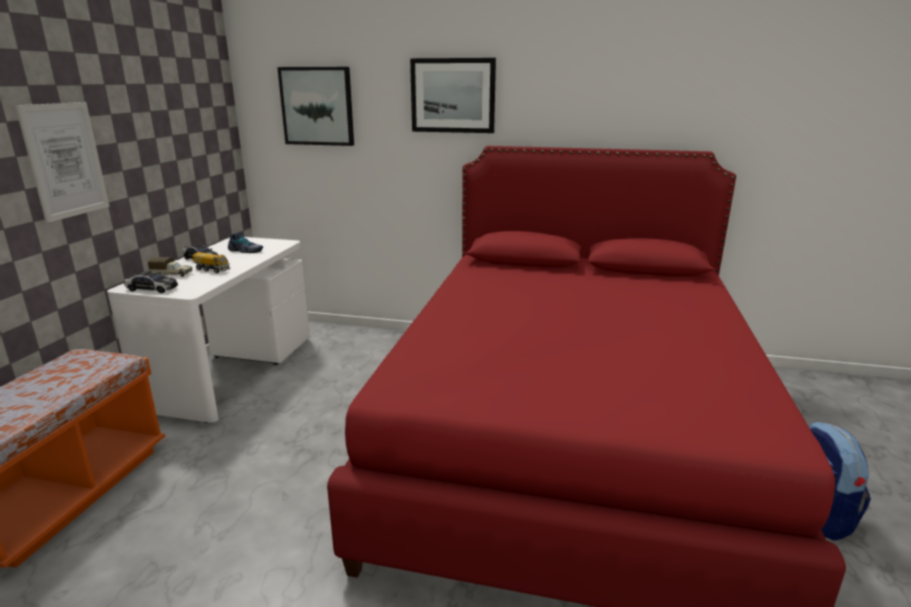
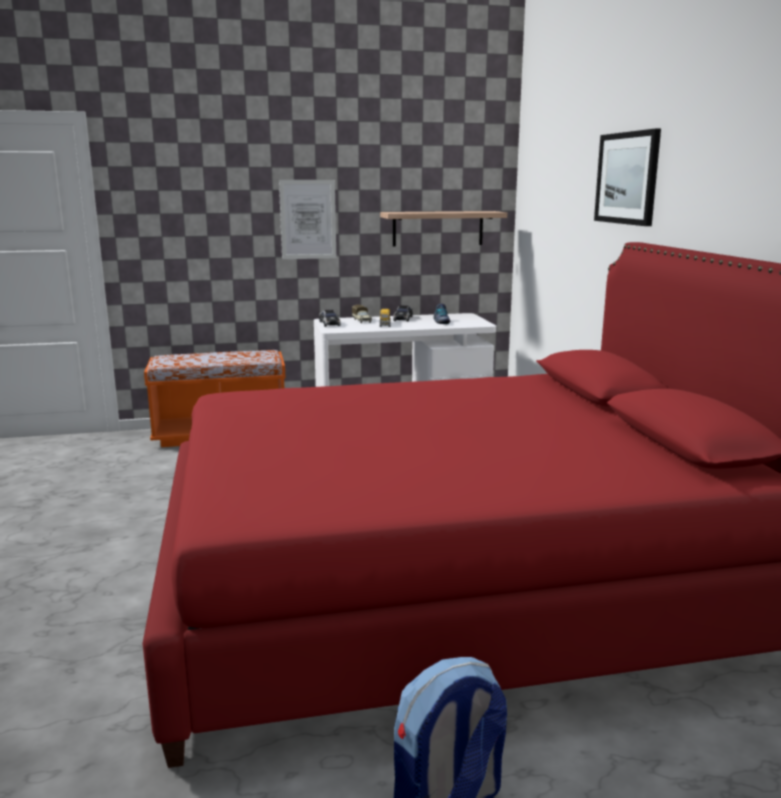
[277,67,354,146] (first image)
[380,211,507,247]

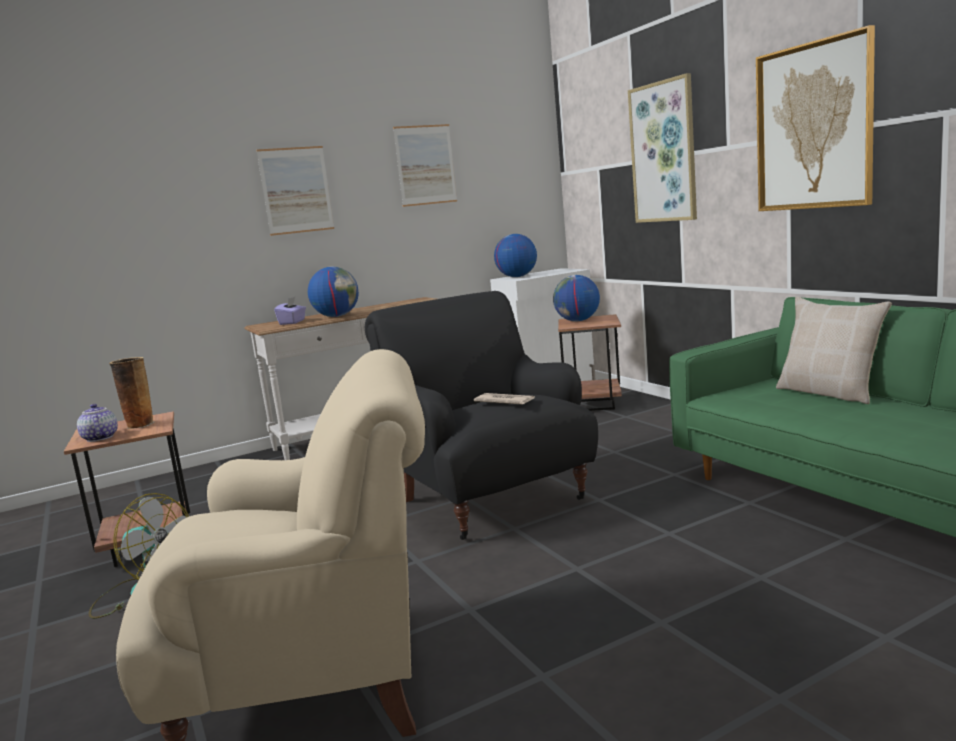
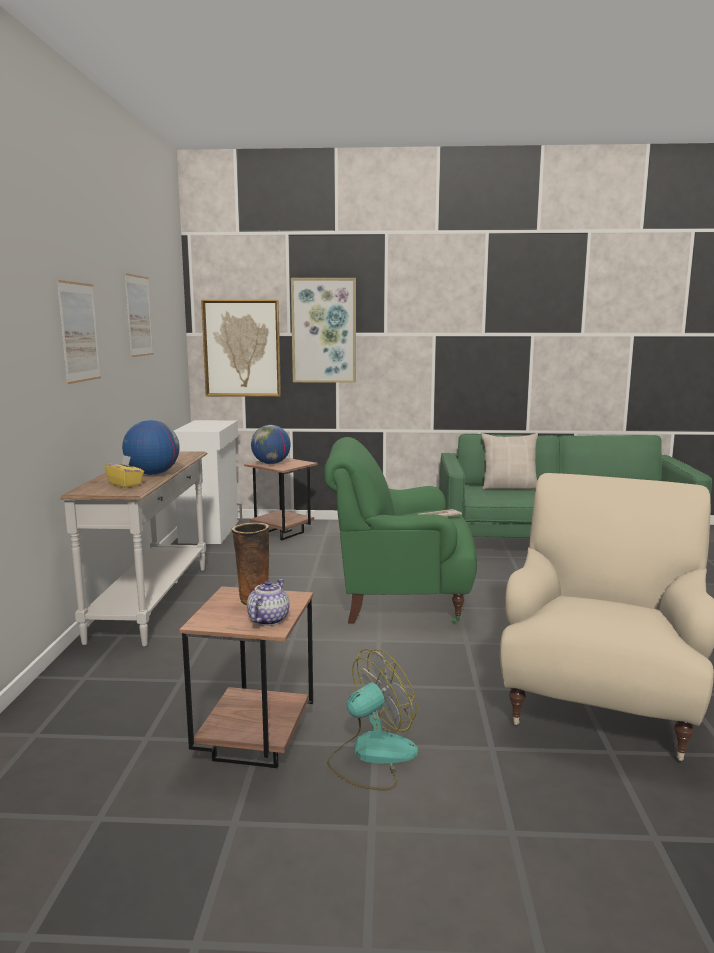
[201,300,281,397]
[494,234,537,277] (first image)
[324,437,477,624]
[104,455,144,488]
[247,579,289,626]

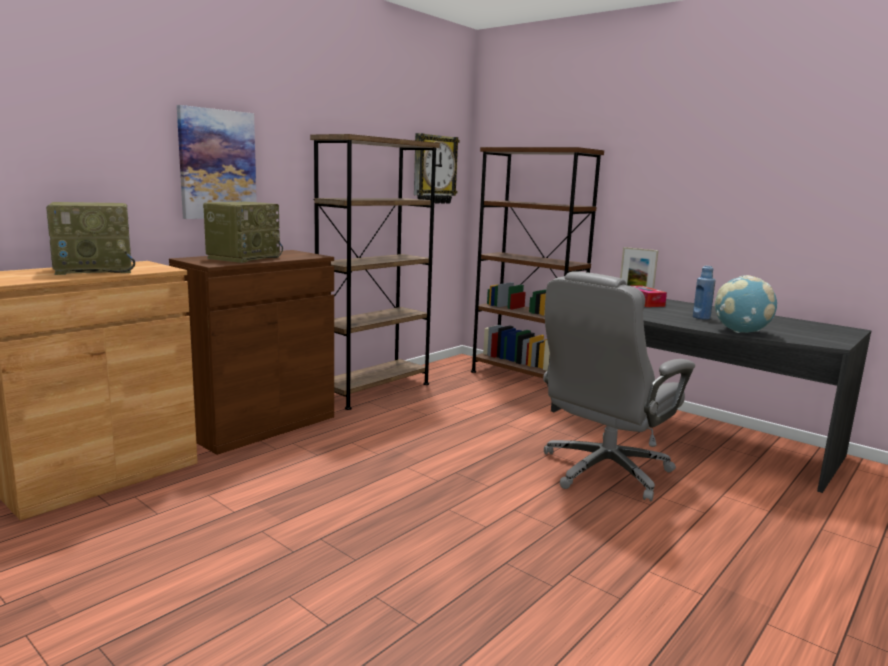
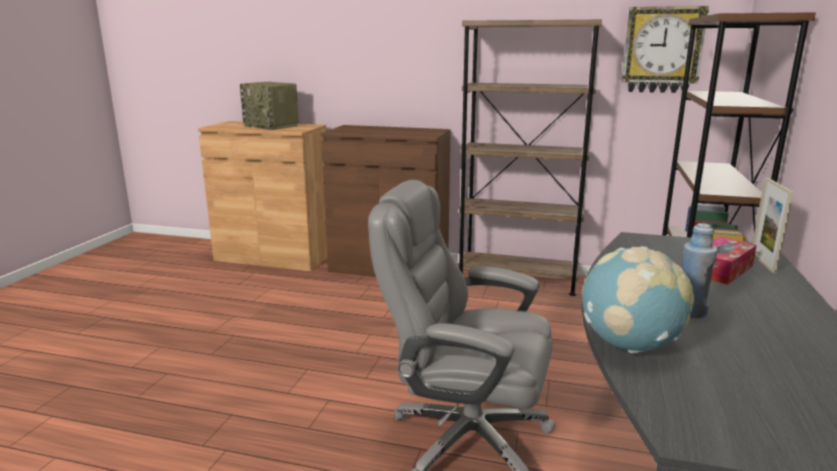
[177,105,257,219] (first image)
[203,202,283,263] (first image)

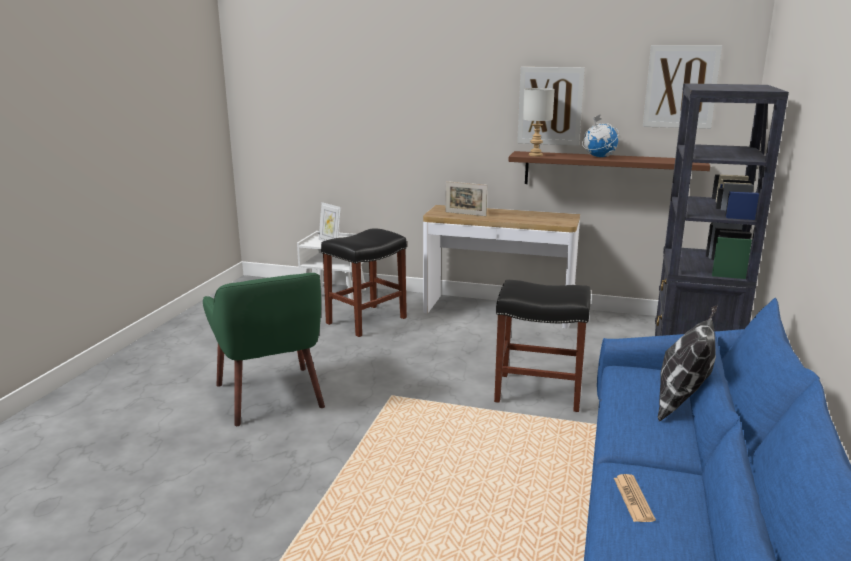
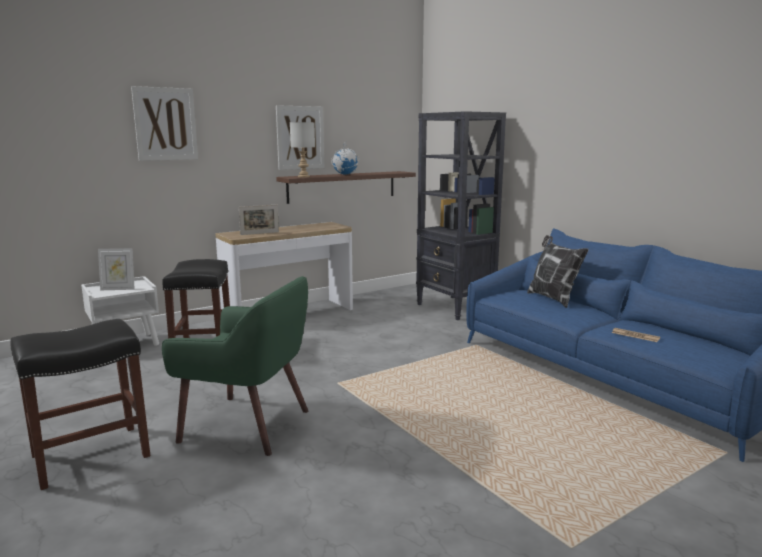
[131,86,198,161]
[10,319,150,490]

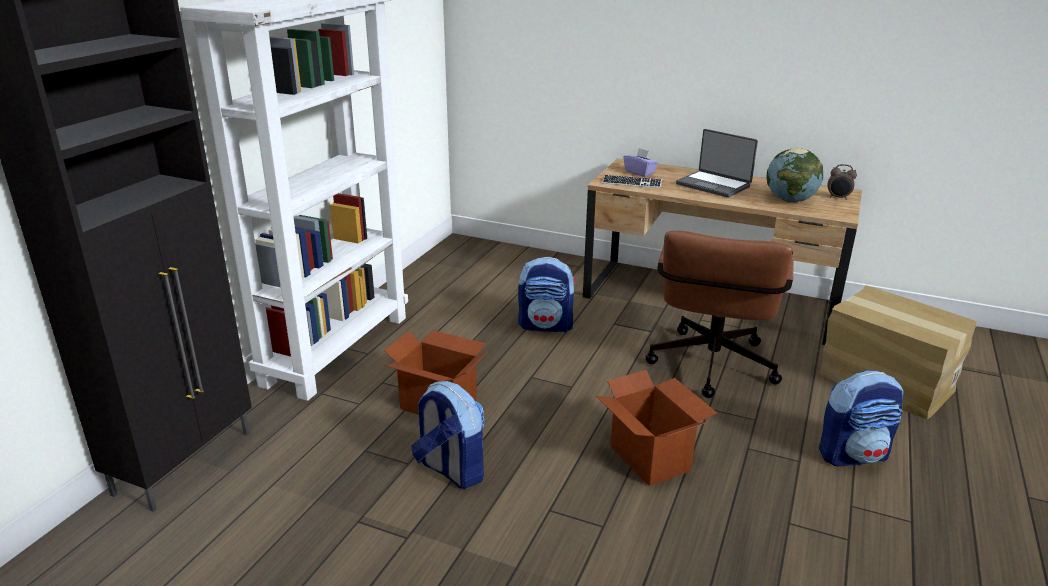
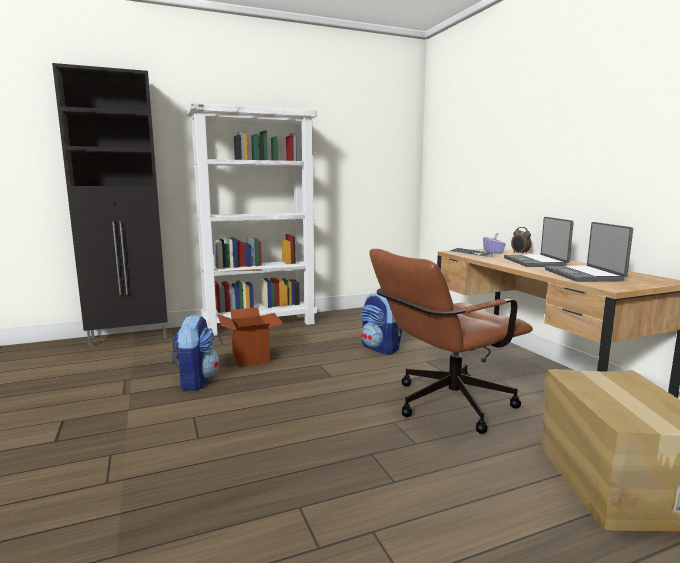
[545,222,633,282]
[511,227,531,255]
[596,370,718,486] (first image)
[819,370,903,466] (first image)

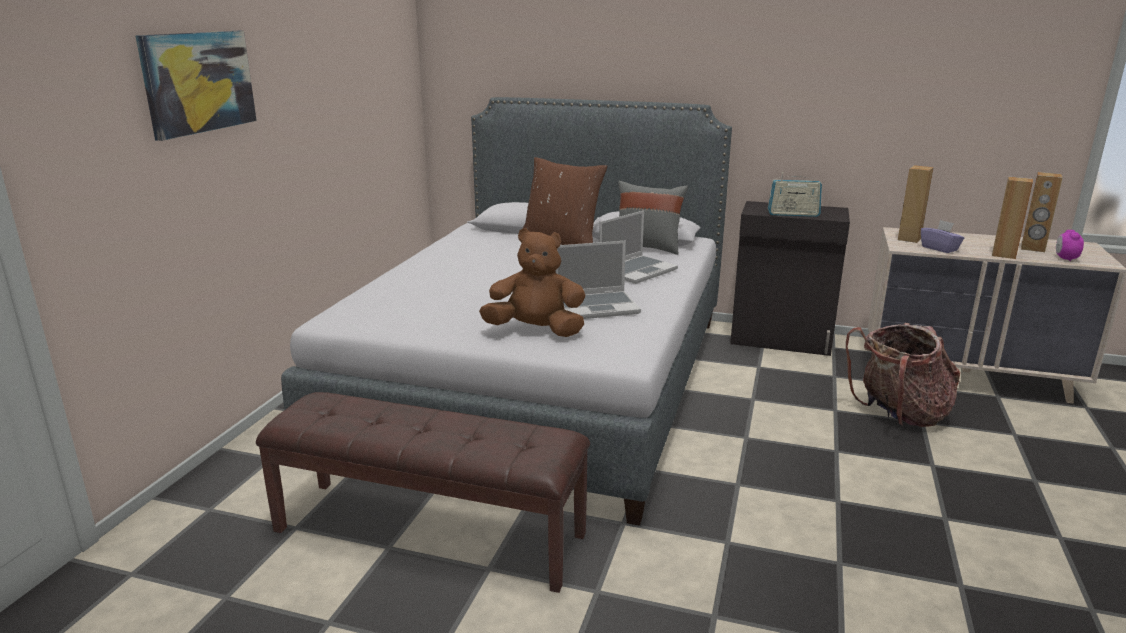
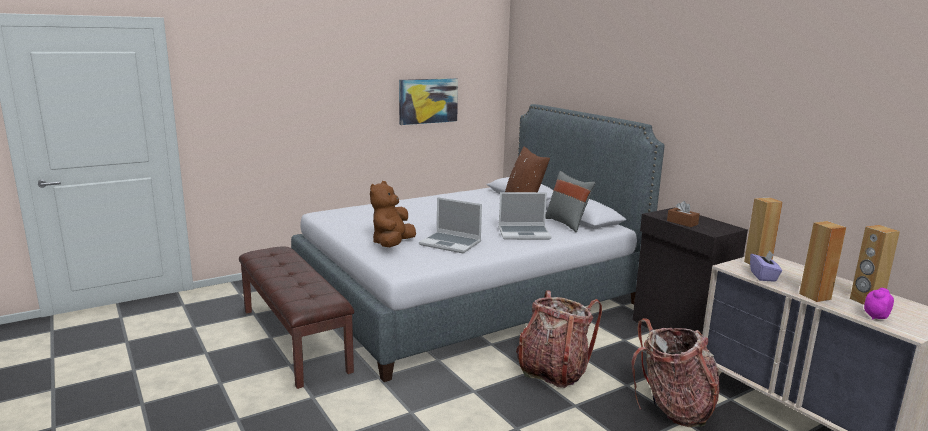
[399,78,458,125]
[667,201,700,227]
[370,181,416,247]
[516,290,602,388]

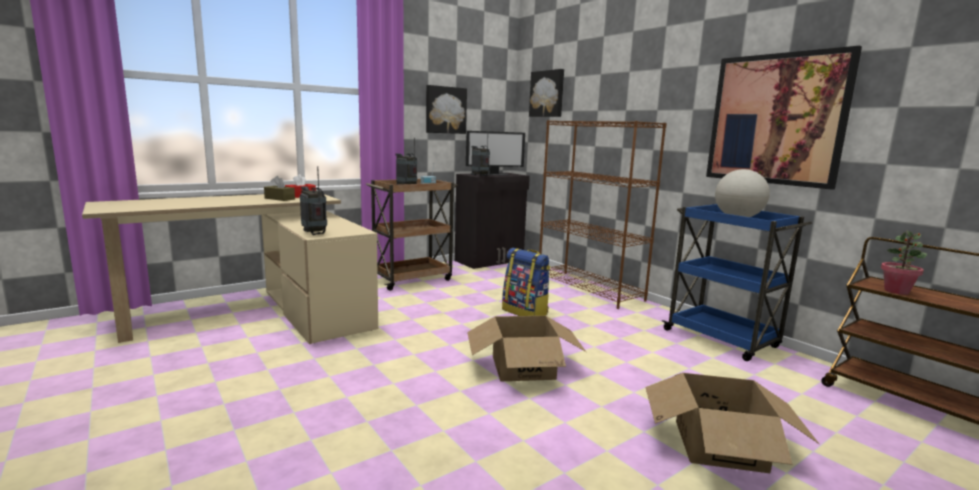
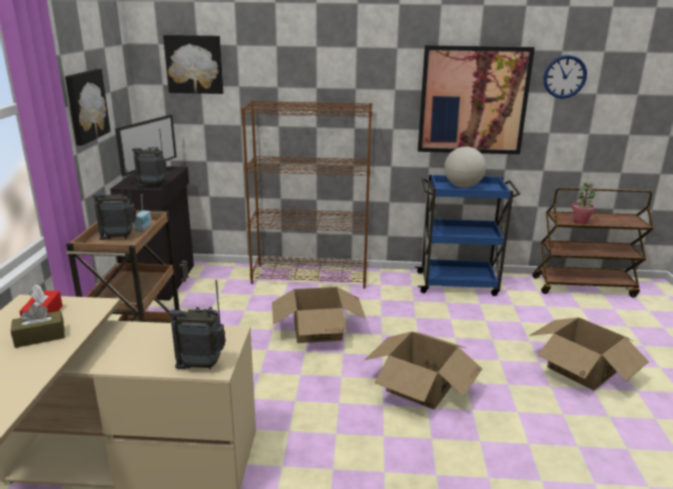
[272,287,366,343]
[544,55,587,99]

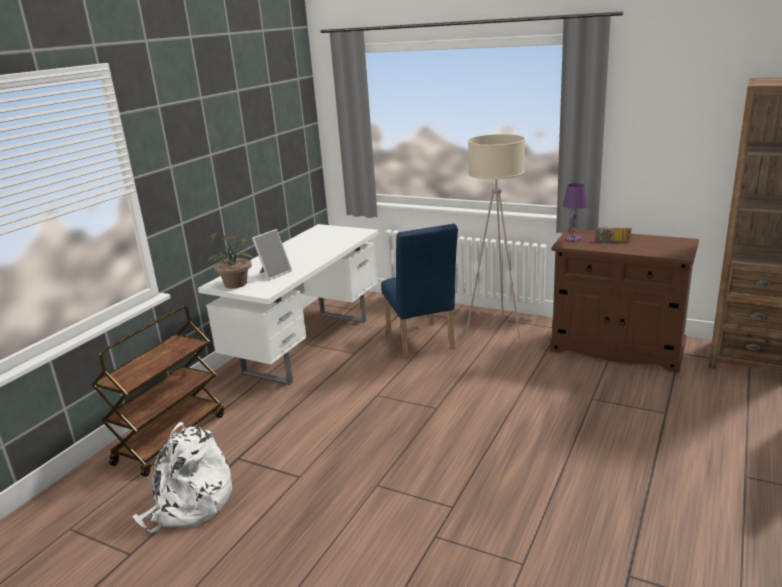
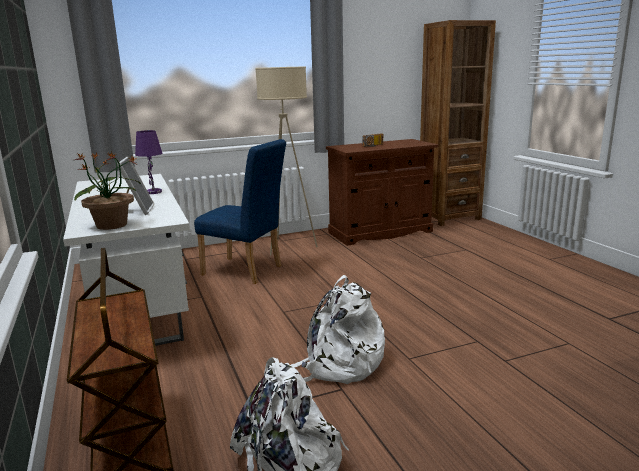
[135,130,162,194]
[285,275,385,384]

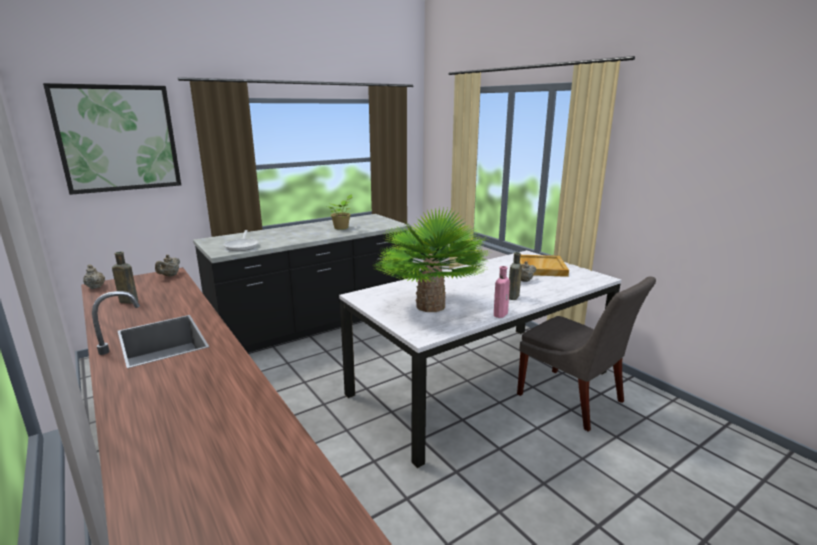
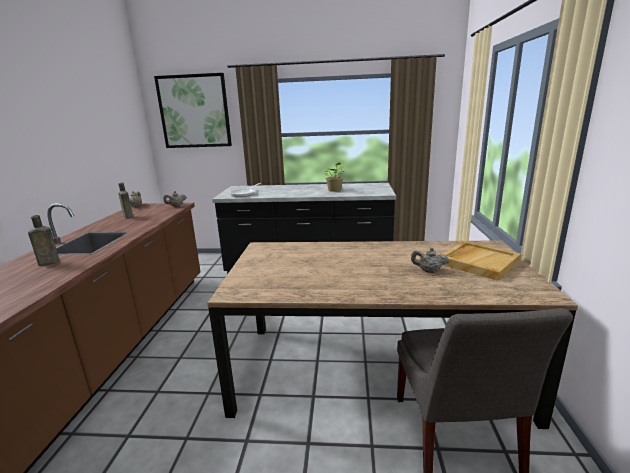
[372,207,492,312] (first image)
[207,240,578,429]
[28,215,60,266]
[494,266,510,318] (first image)

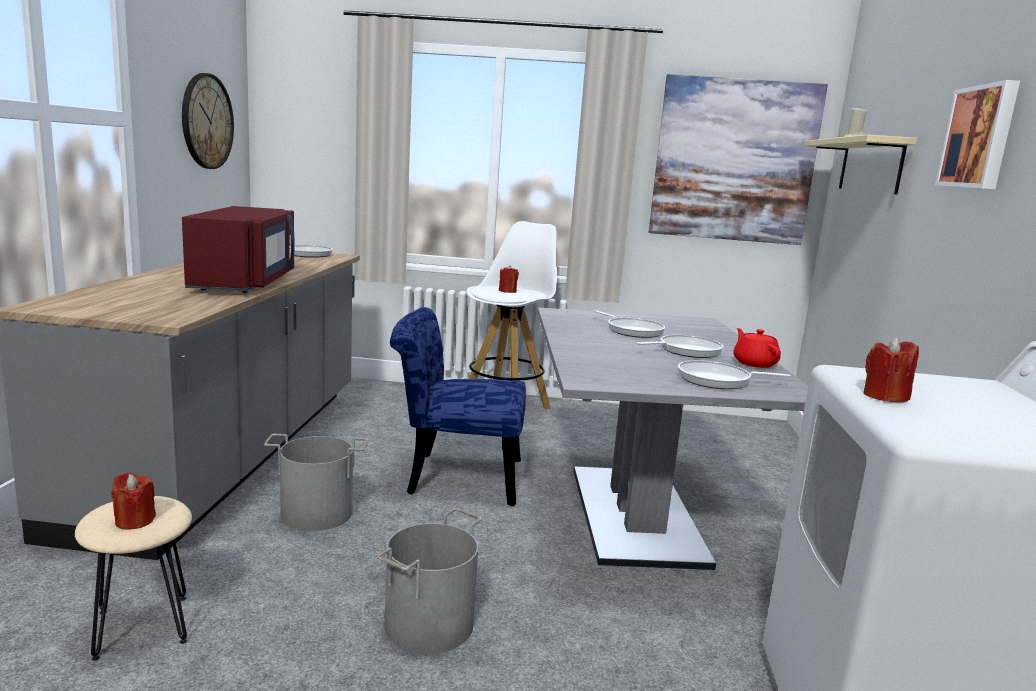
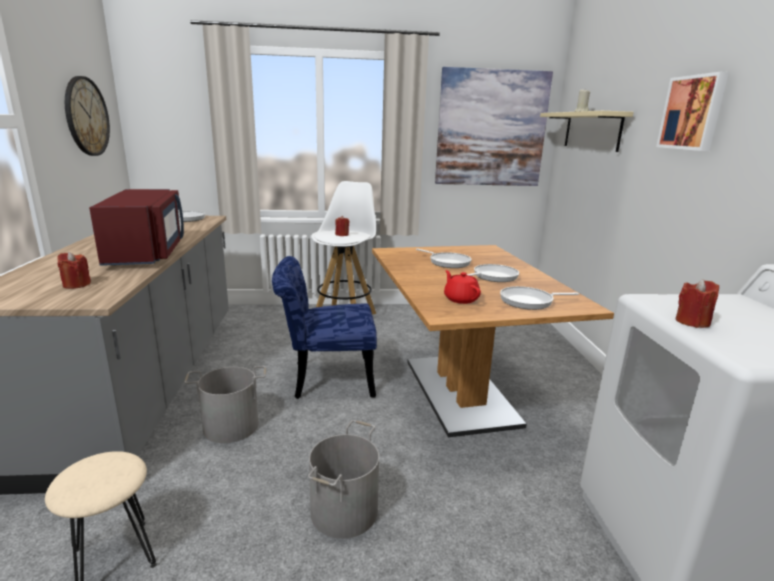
[372,245,614,437]
[444,270,481,304]
[57,252,91,289]

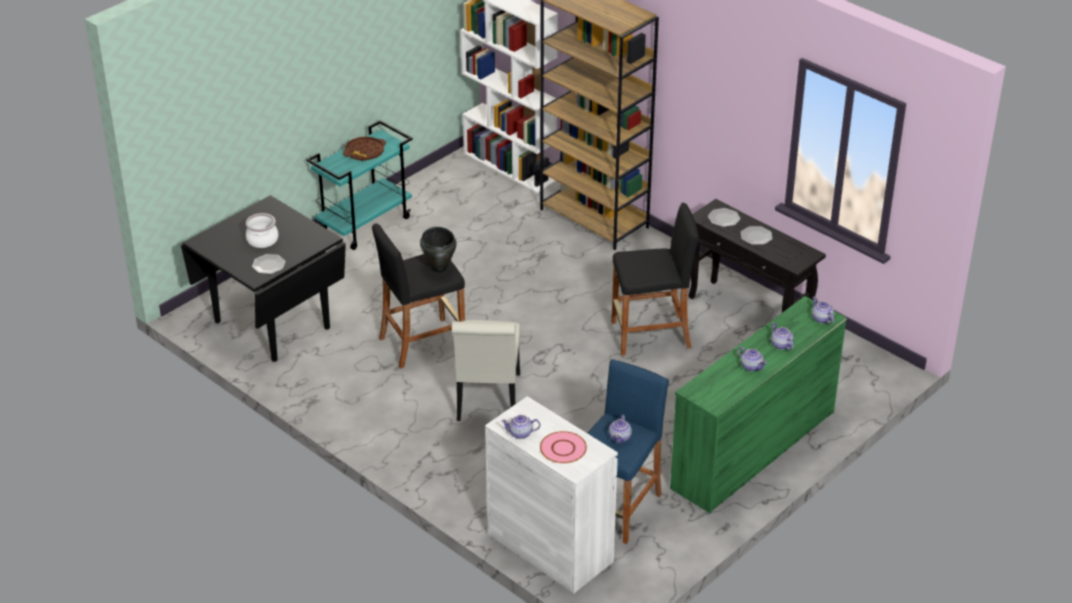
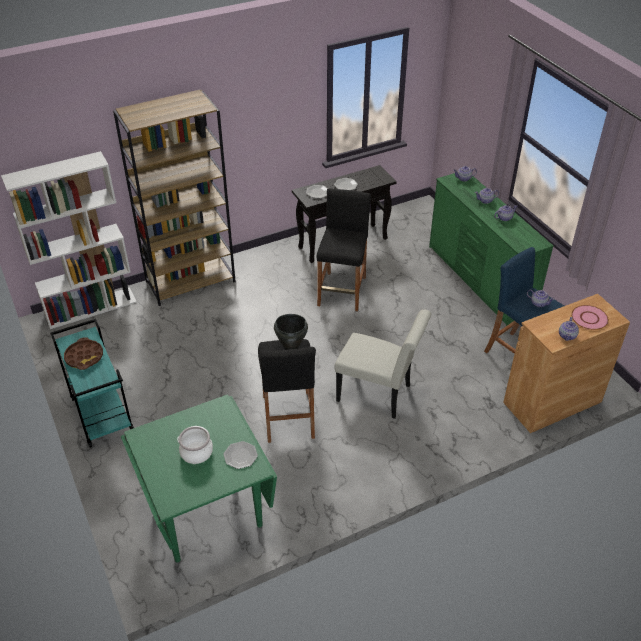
[121,394,277,562]
[503,294,630,433]

